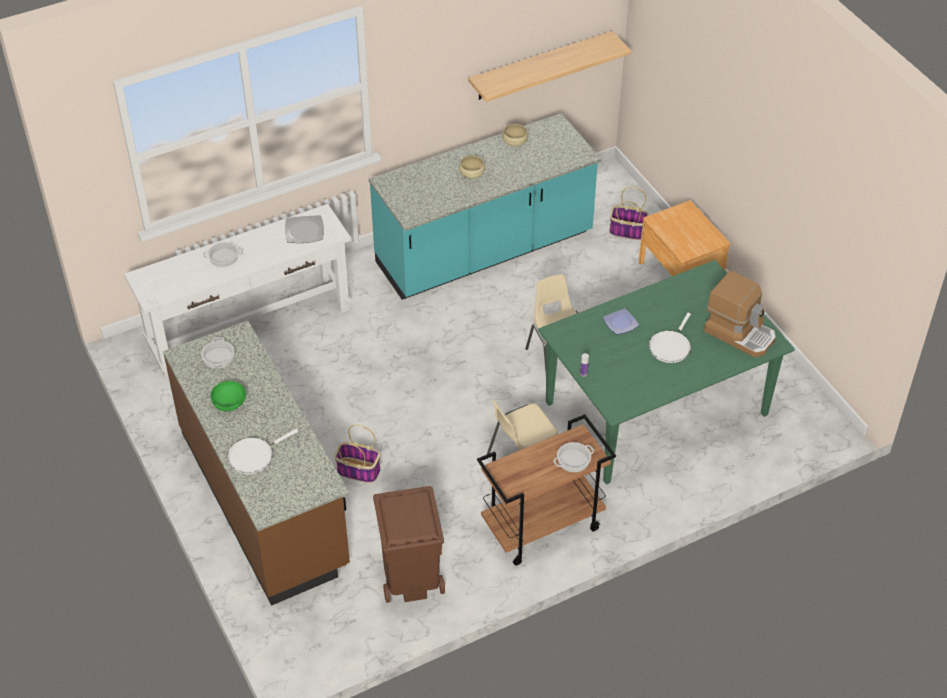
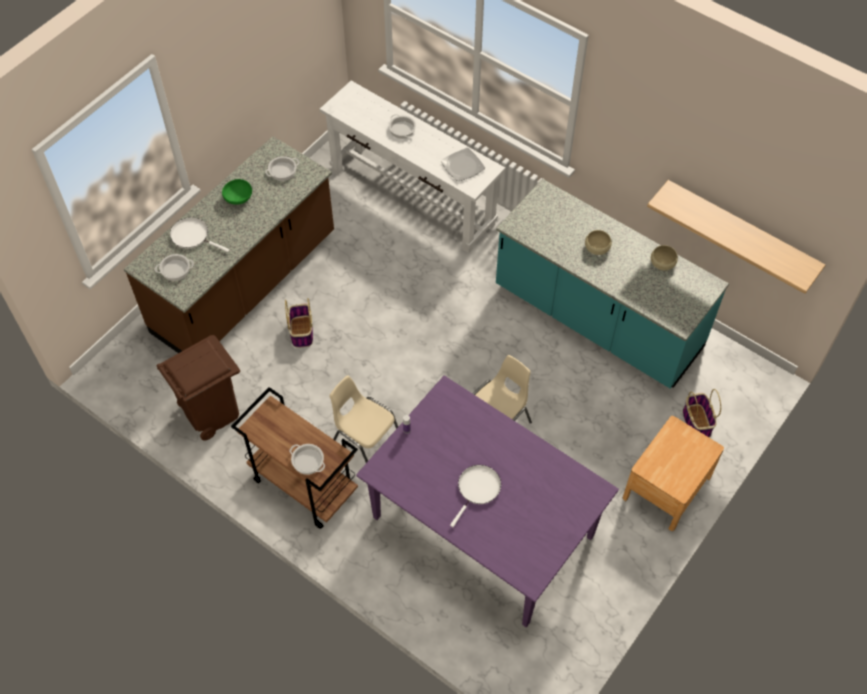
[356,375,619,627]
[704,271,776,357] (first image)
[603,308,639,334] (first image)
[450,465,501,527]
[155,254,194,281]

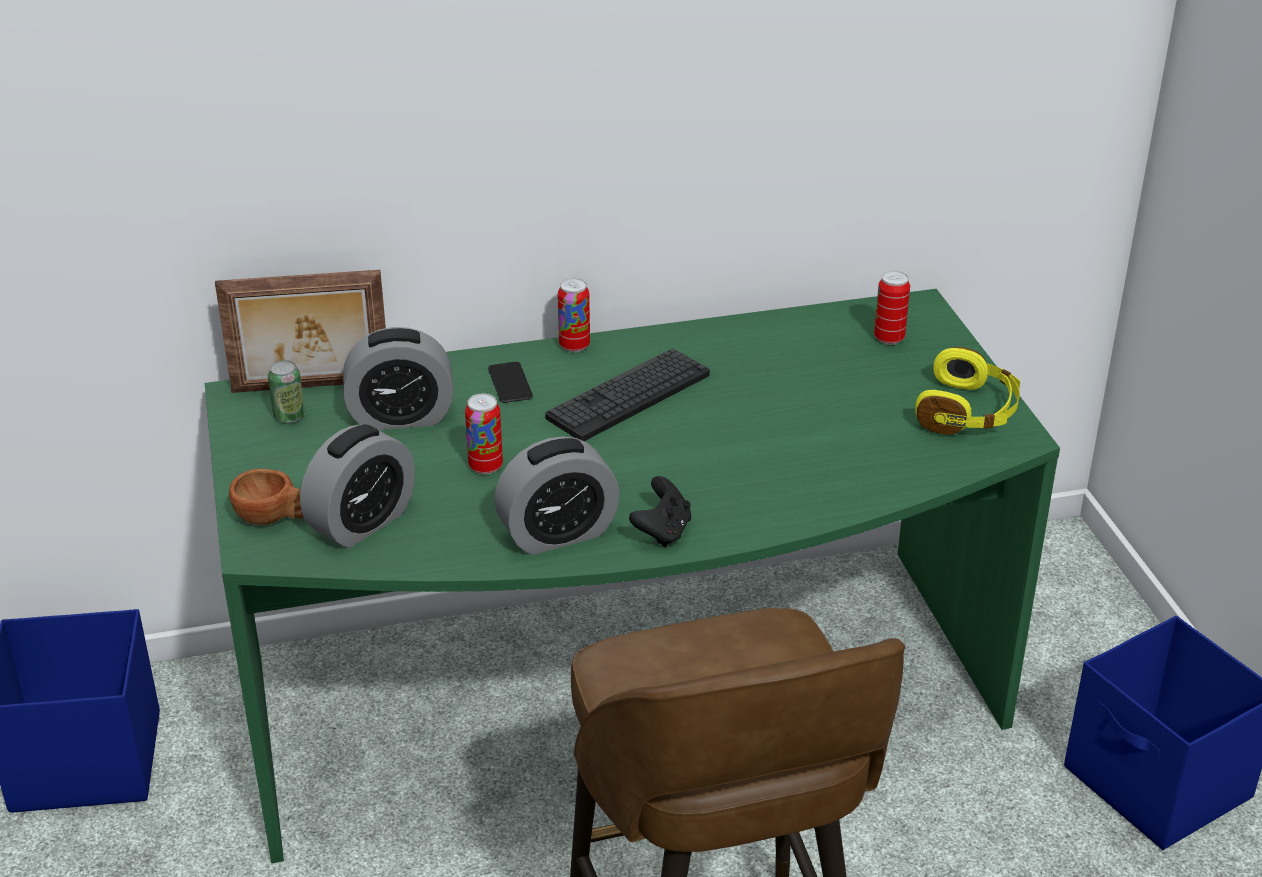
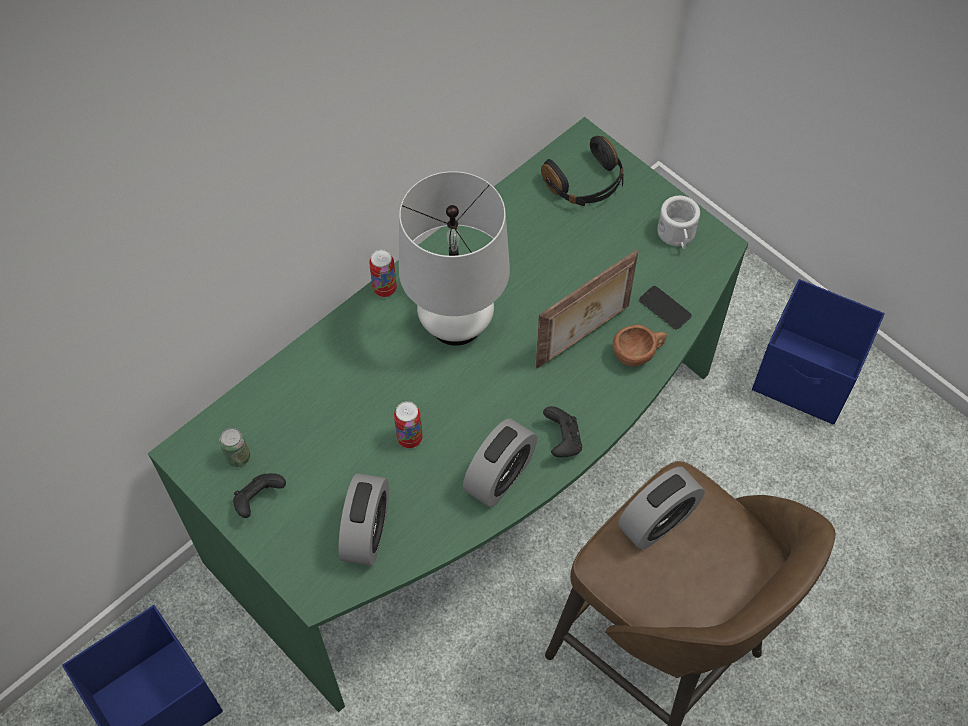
[535,249,638,368]
[541,136,624,206]
[618,467,705,550]
[657,196,700,249]
[399,171,510,346]
[639,286,692,330]
[613,325,667,367]
[233,473,286,518]

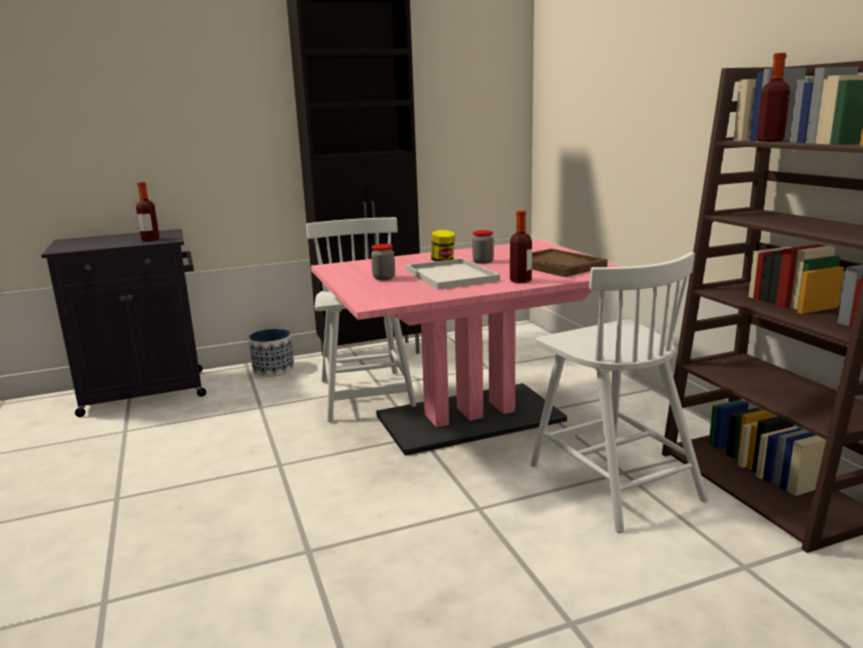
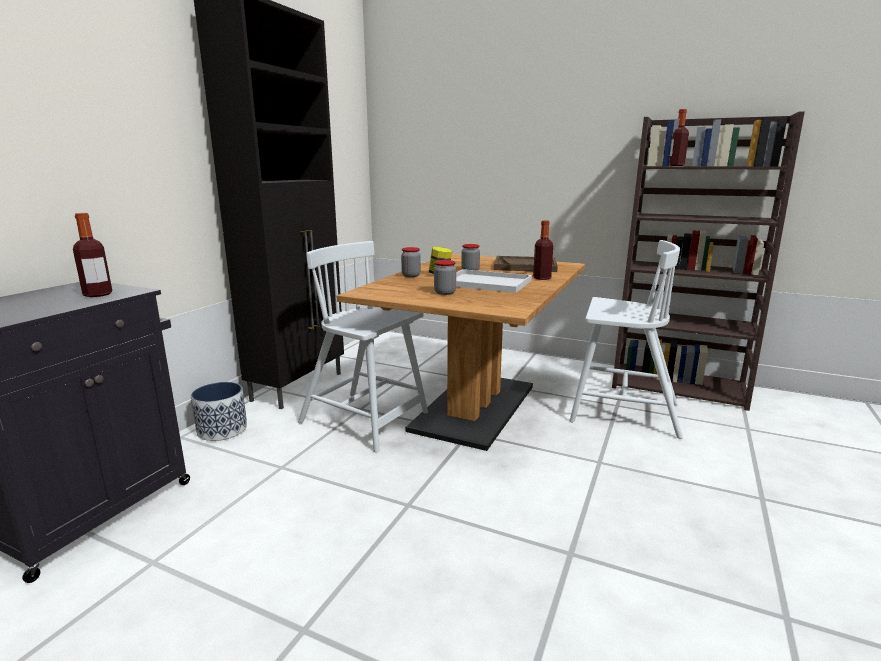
[337,254,585,451]
[401,247,421,277]

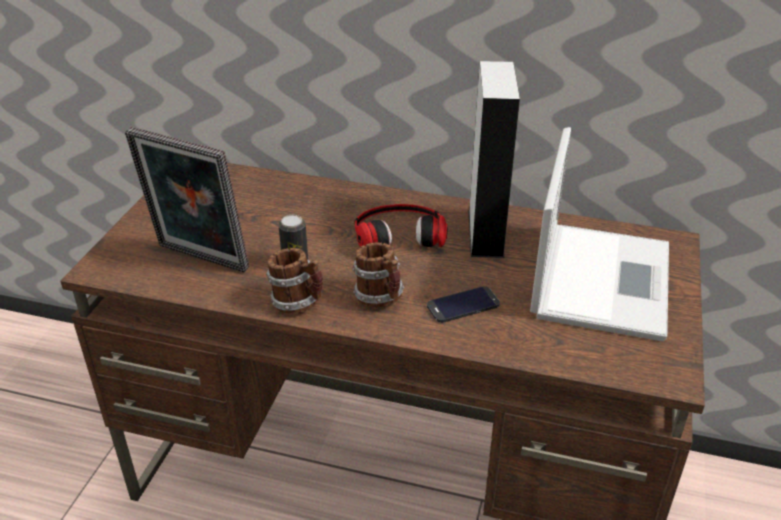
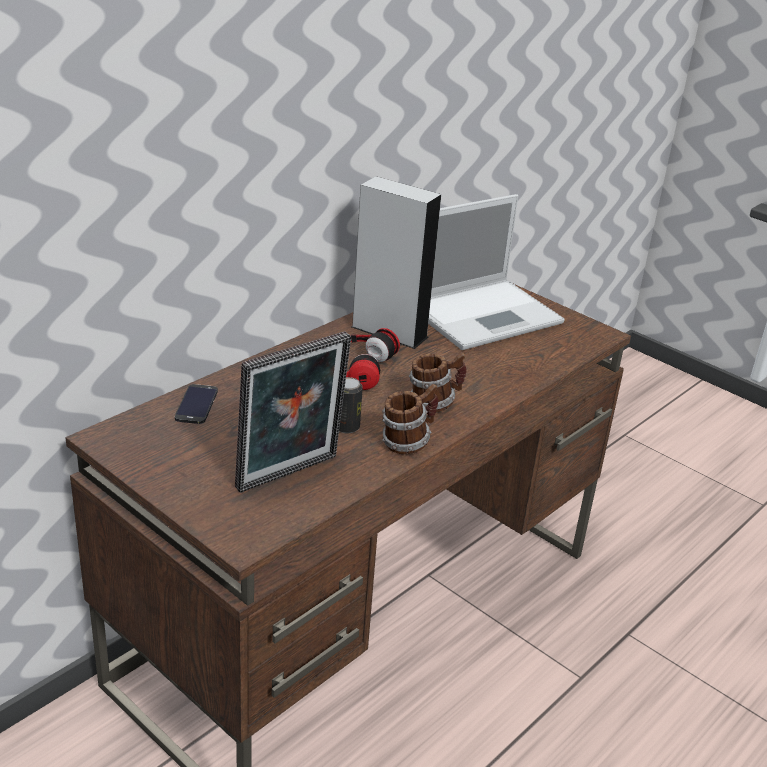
[428,194,565,350]
[175,384,218,424]

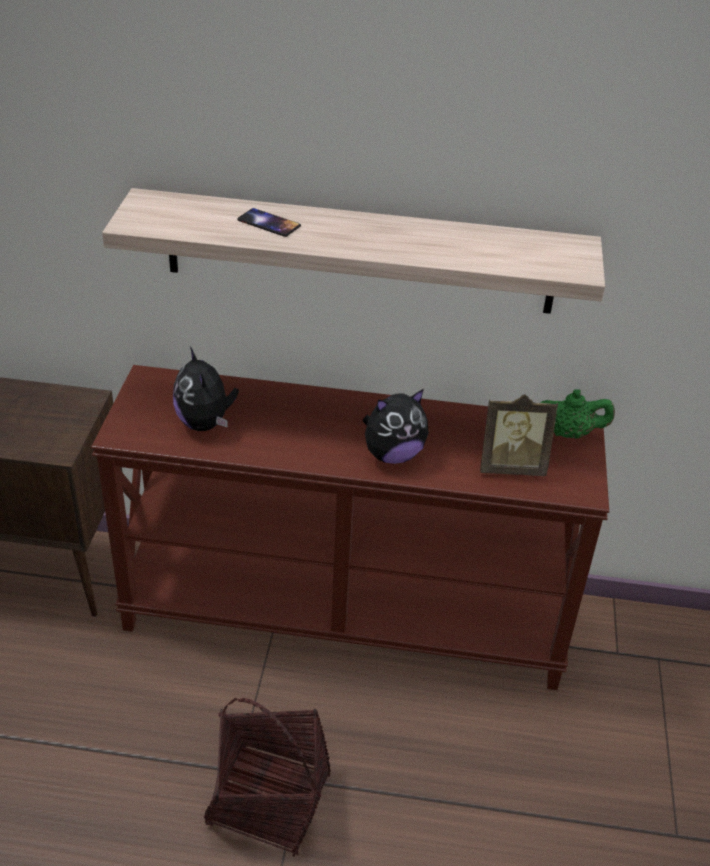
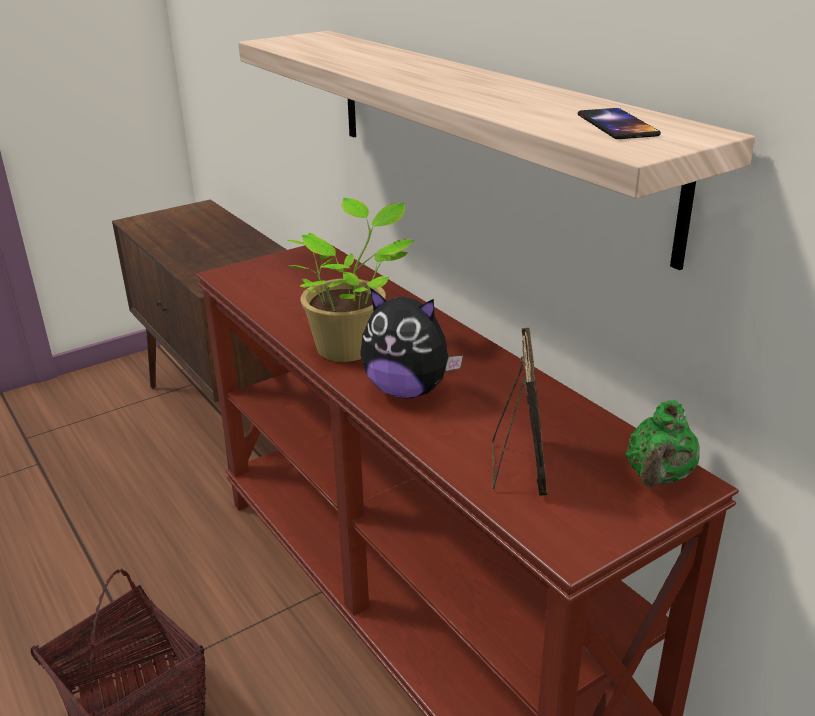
[578,108,661,139]
[173,347,239,431] (first image)
[626,400,700,487]
[492,328,547,496]
[287,198,415,362]

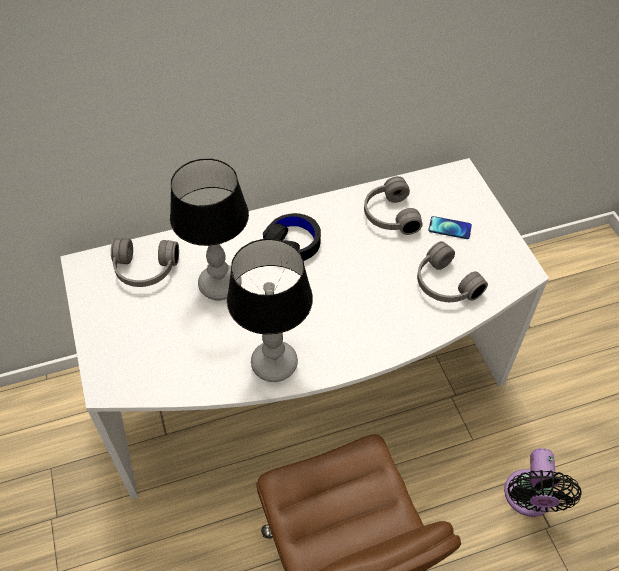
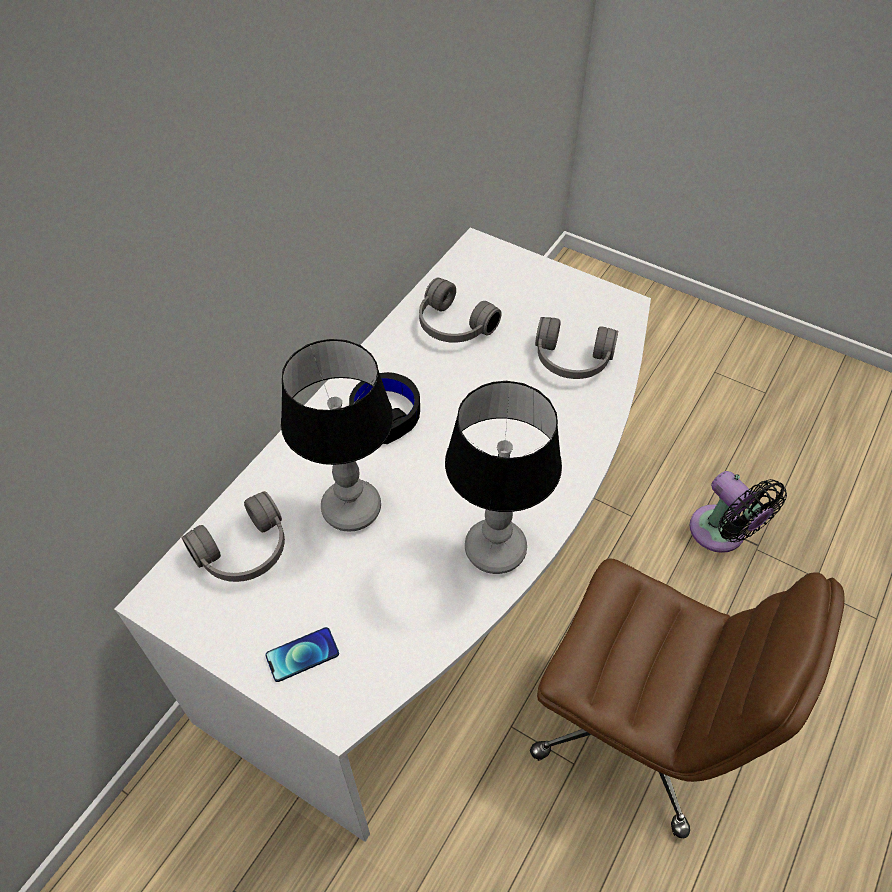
[265,627,339,682]

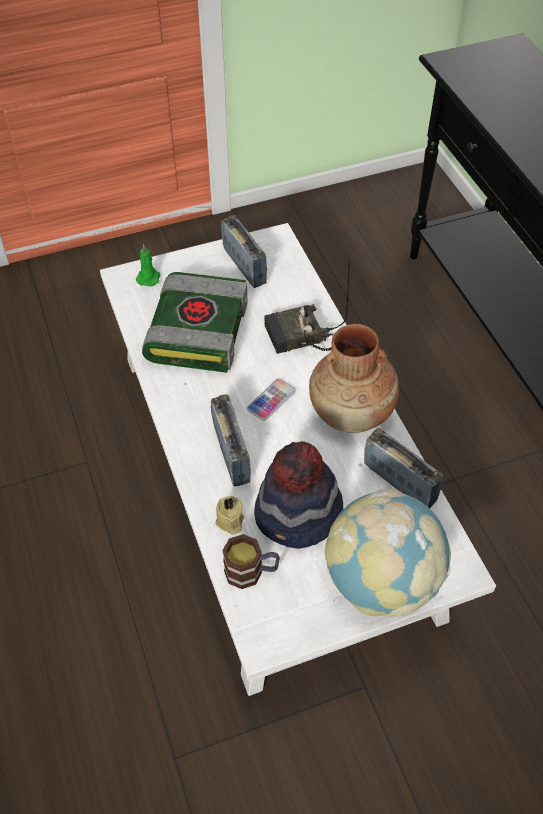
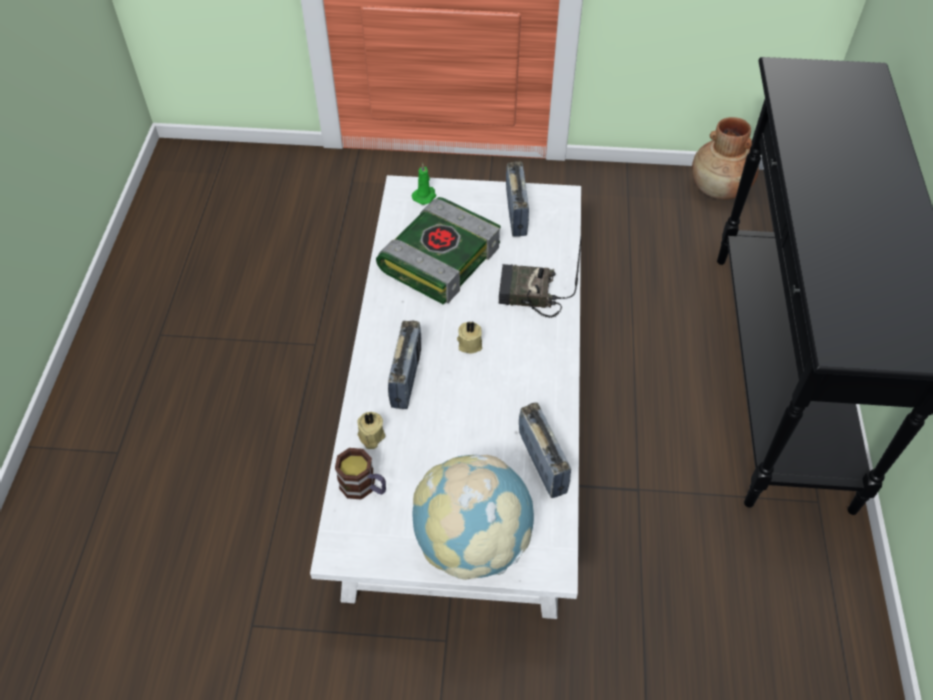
[692,117,759,200]
[457,321,482,353]
[254,441,343,549] (first image)

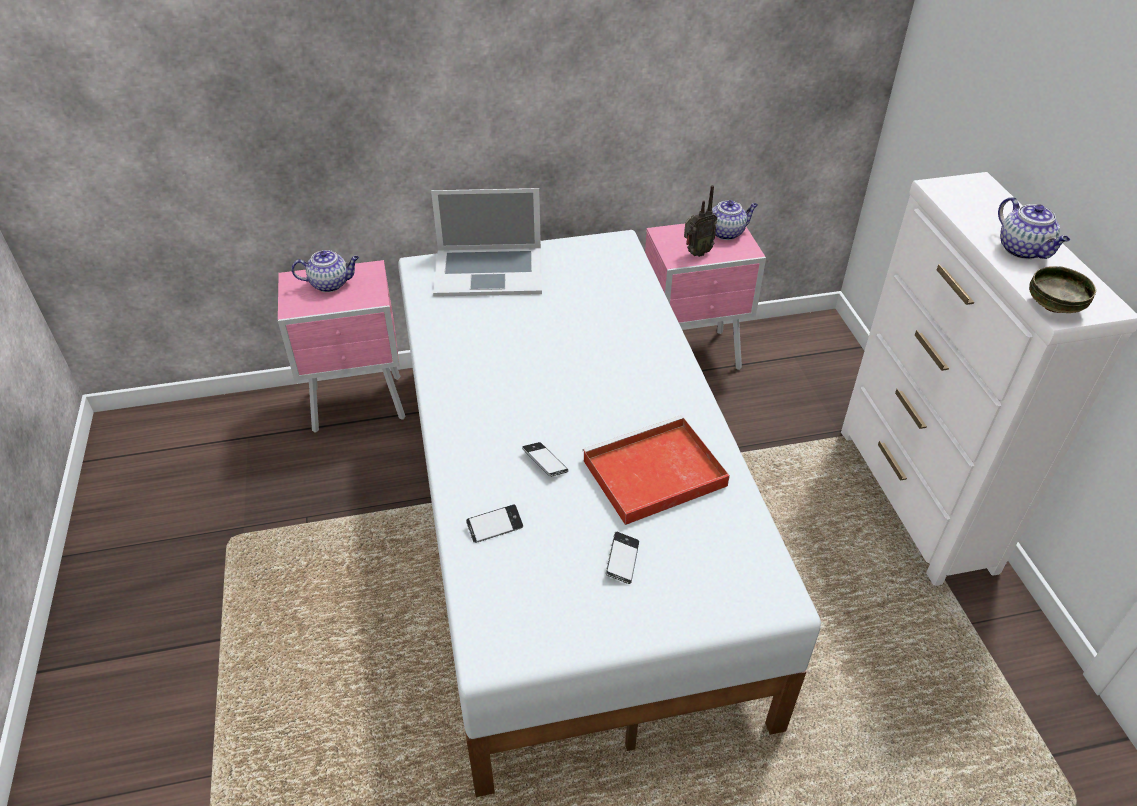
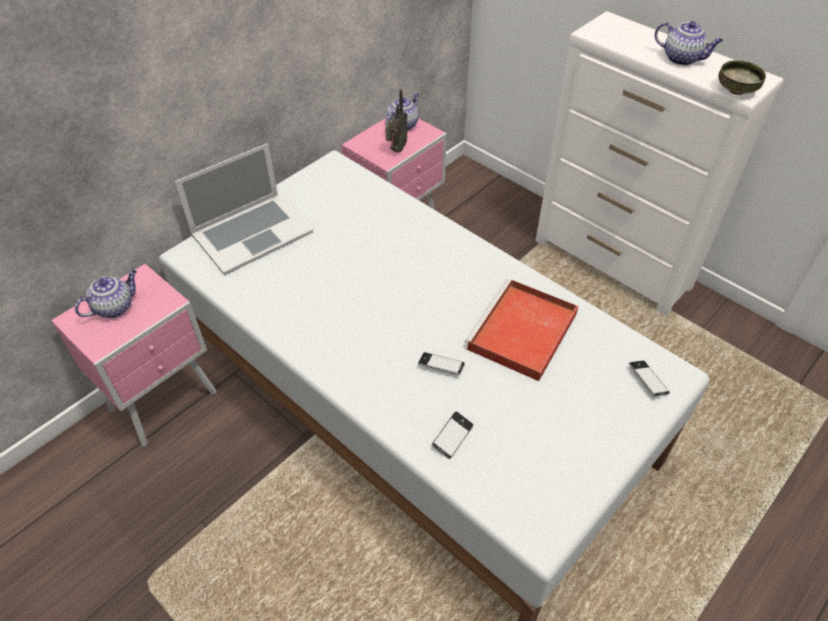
[629,361,670,397]

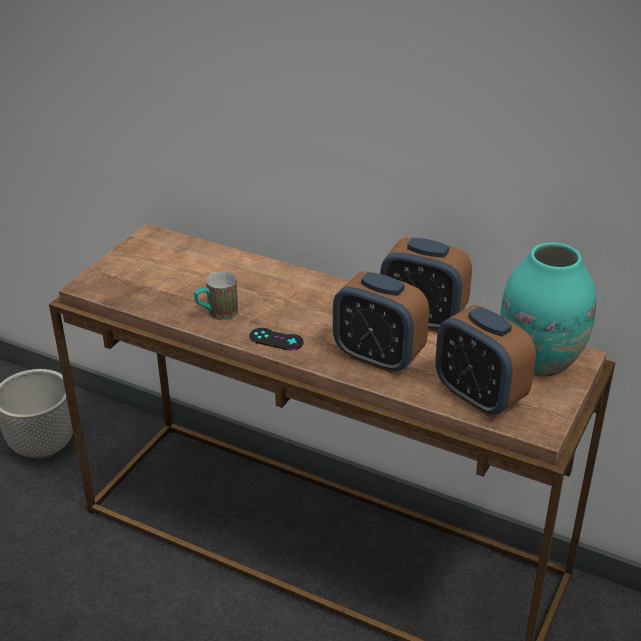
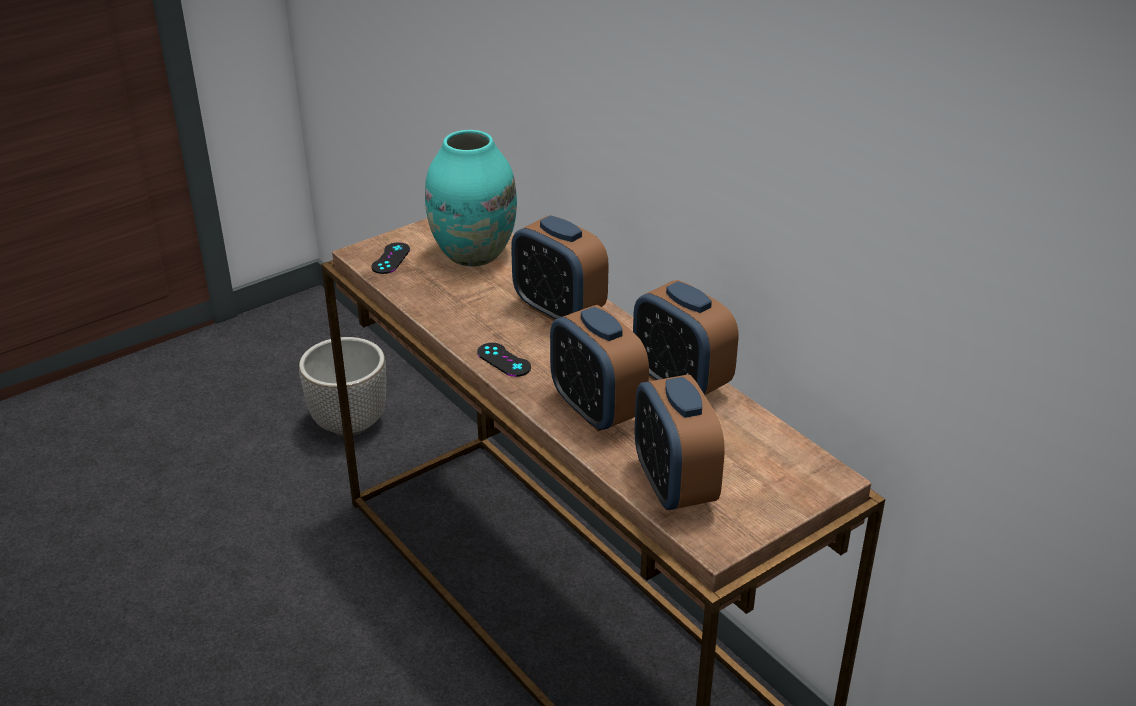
[425,130,517,267]
[194,271,238,321] (first image)
[511,215,609,321]
[371,242,410,274]

